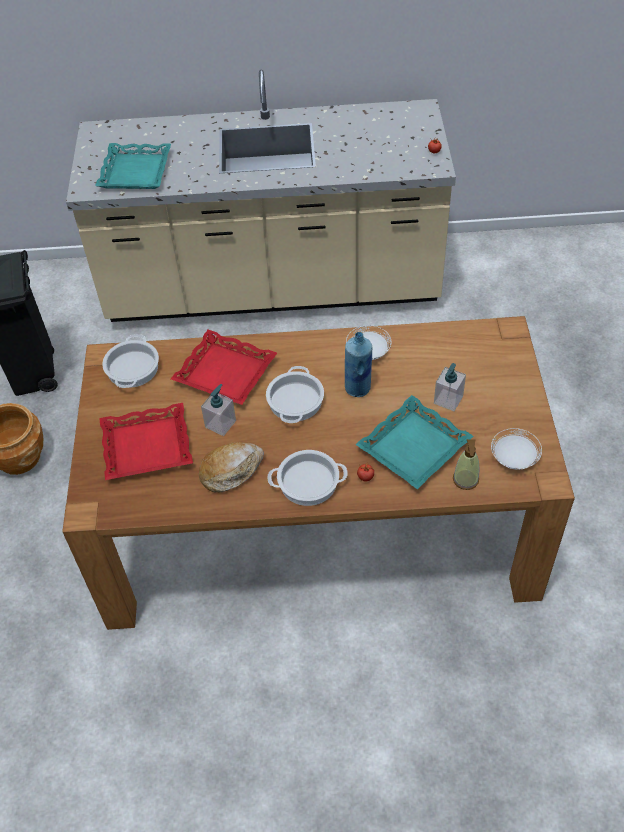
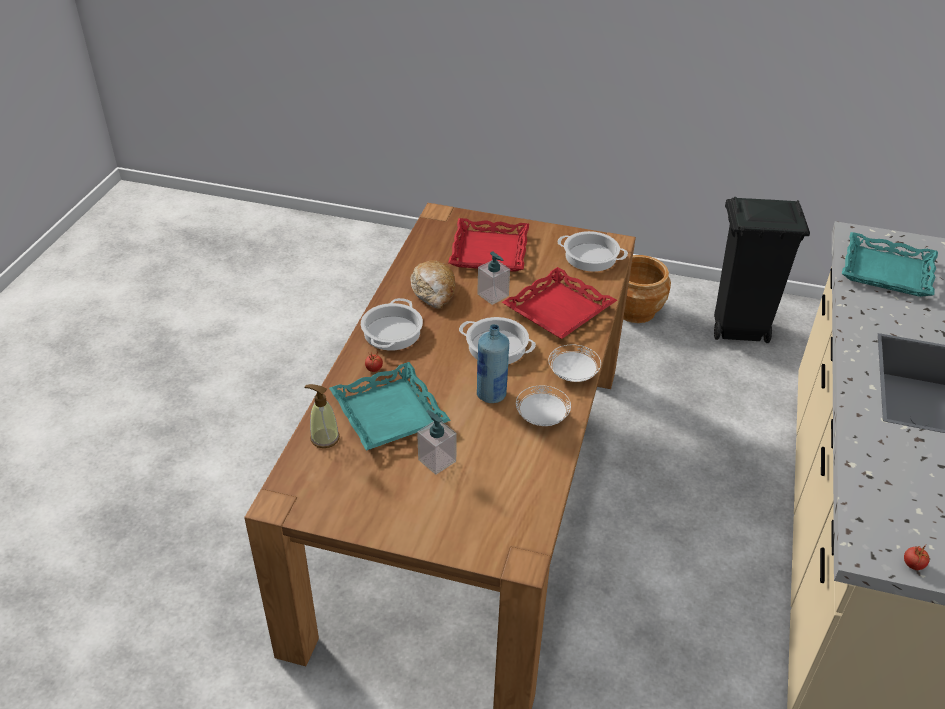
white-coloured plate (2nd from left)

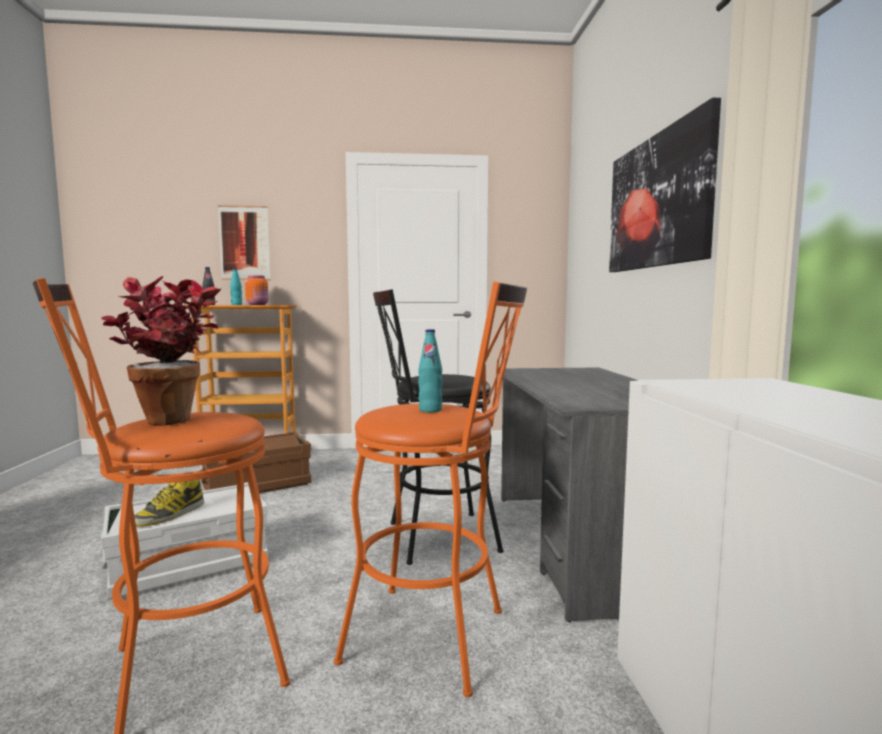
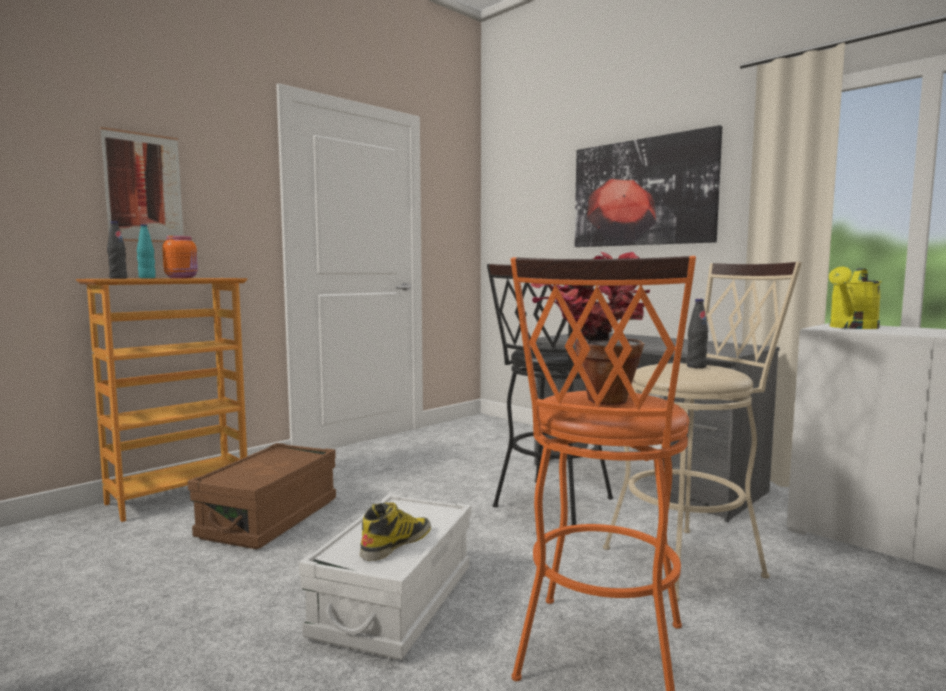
boot; beige sitting stool; blackish beverage bottle (2nd from left); yellow watering pot

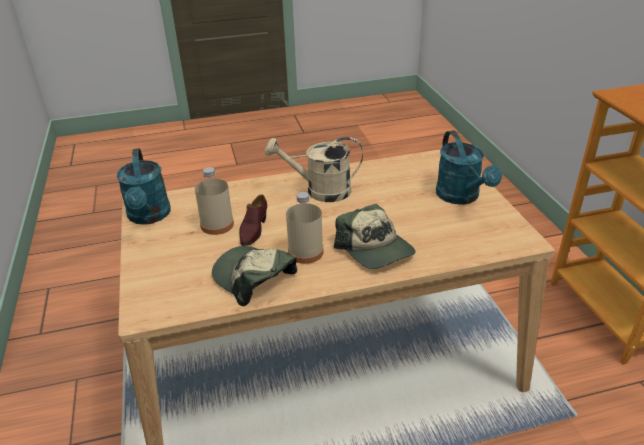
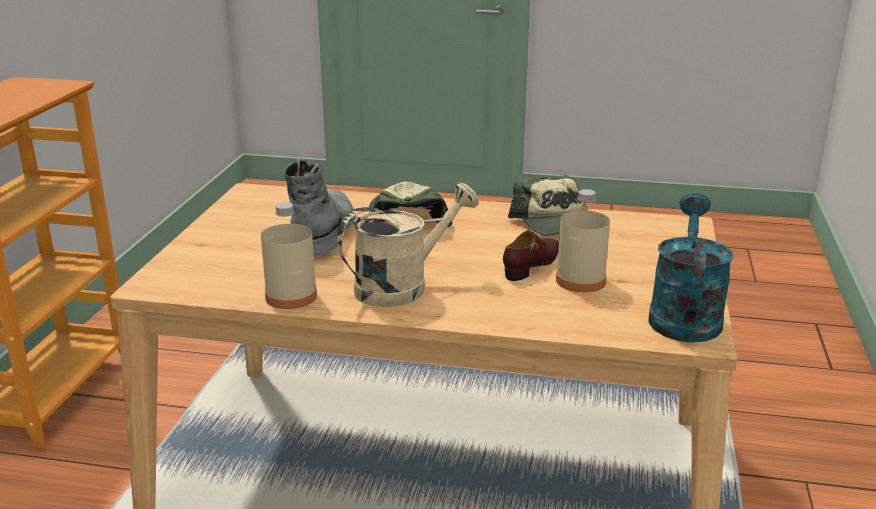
beige watering pot; beige beverage bottle (1st from left); turquoise watering pot (2nd from left in the first image); grey boot

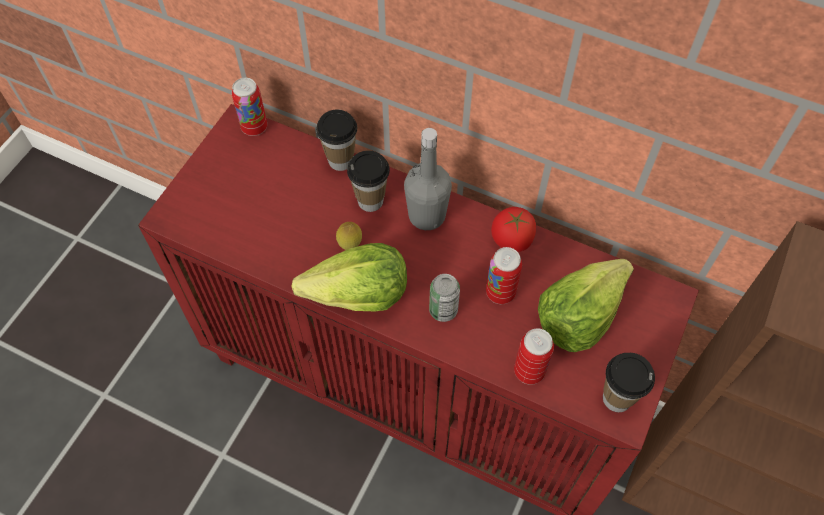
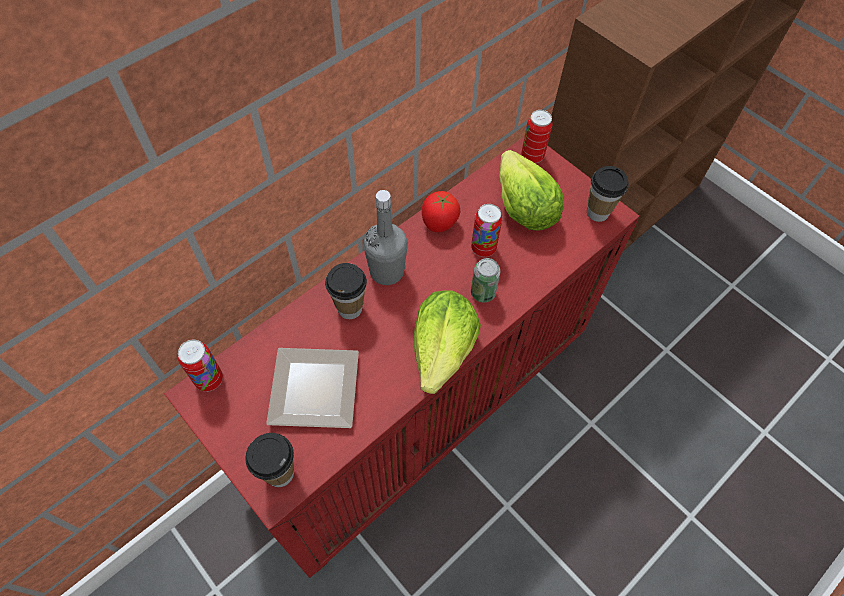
small cup (1st from left); whole lemon; sealed can (4th from left); plate

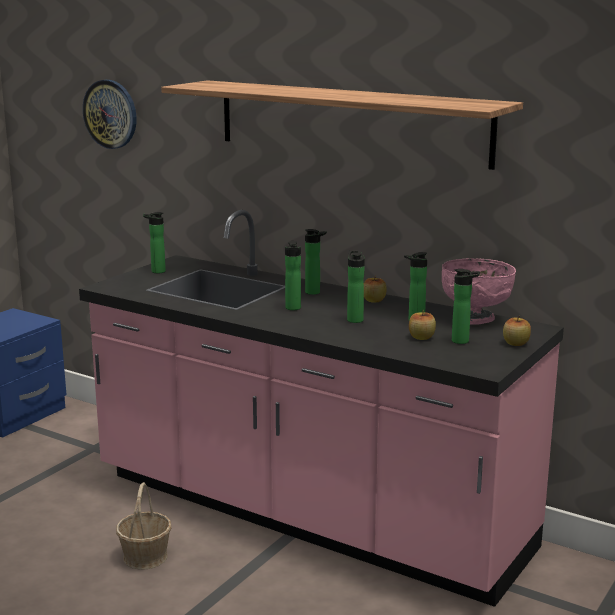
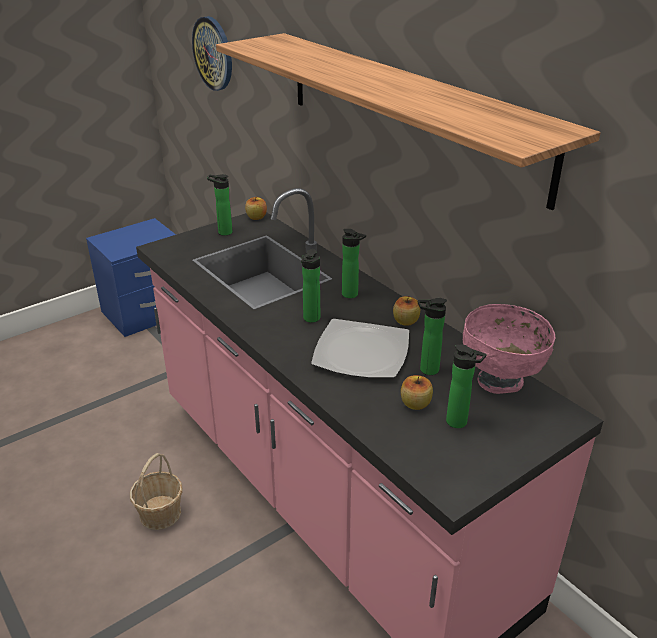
plate; whole apple (1st from left)

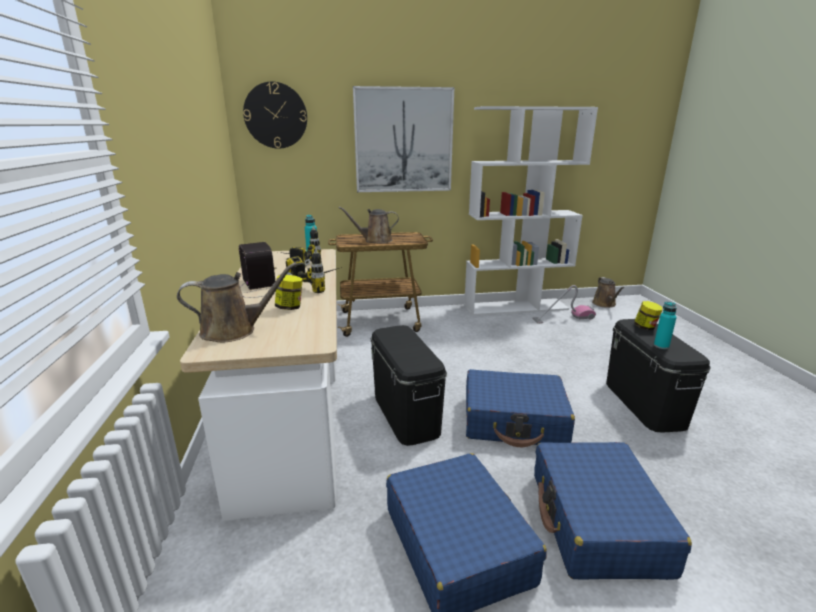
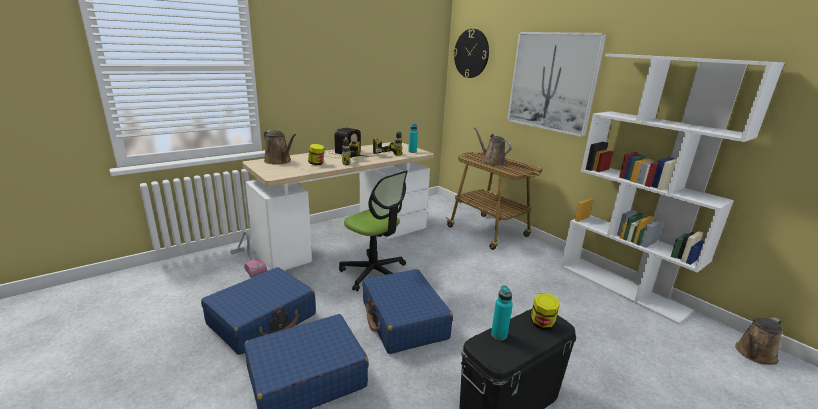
computer chair; hoover

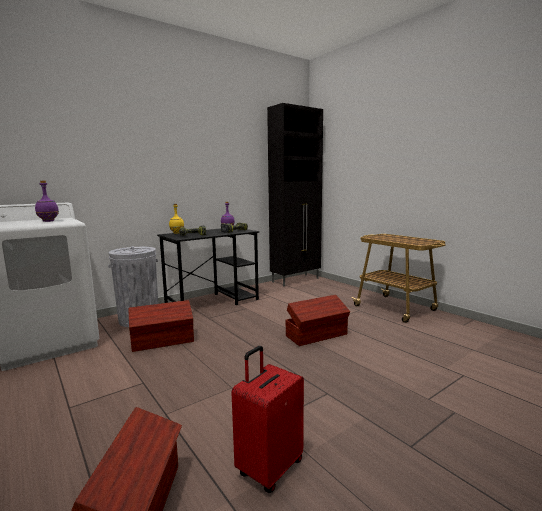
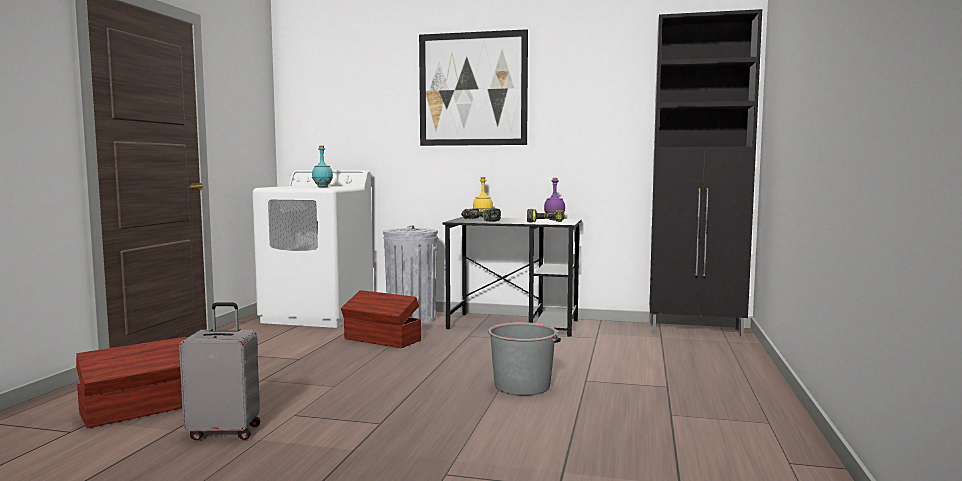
turquoise beverage bottle; grey suitcase; grey bucket; wheeled cart; picture

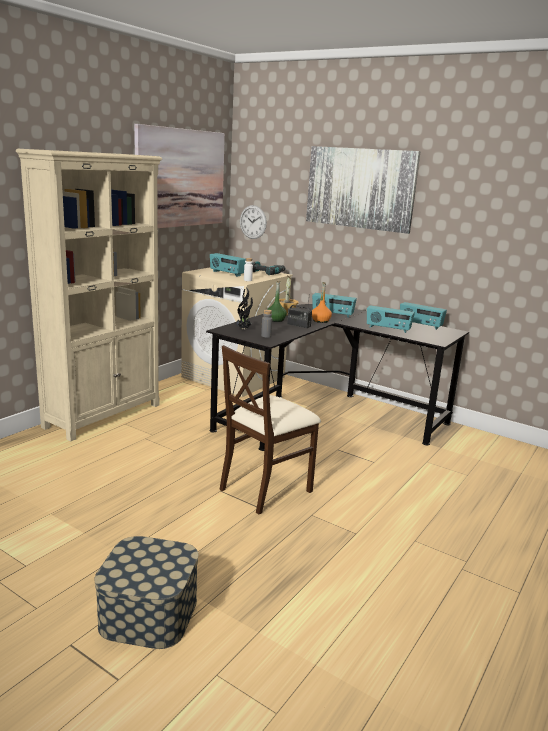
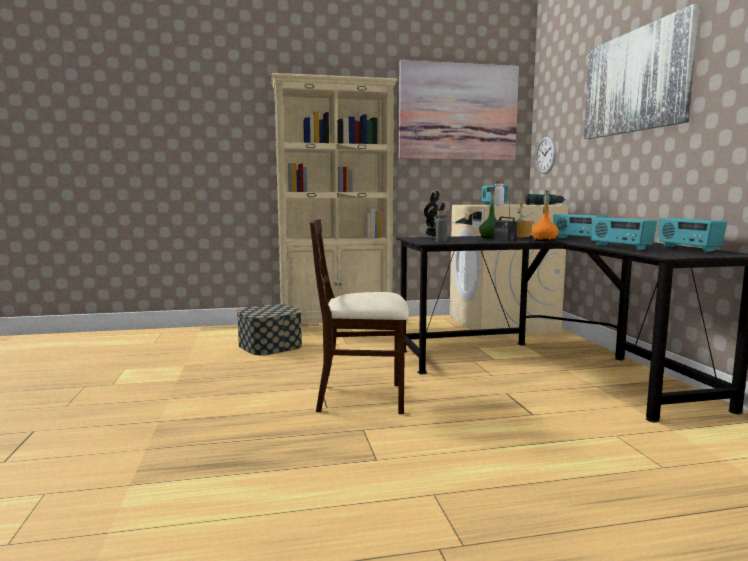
storage box

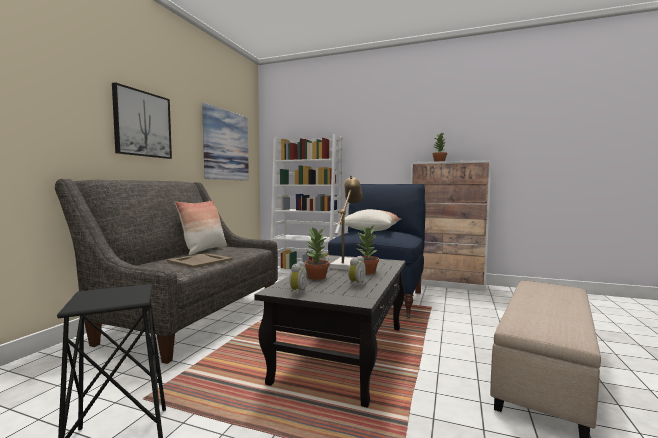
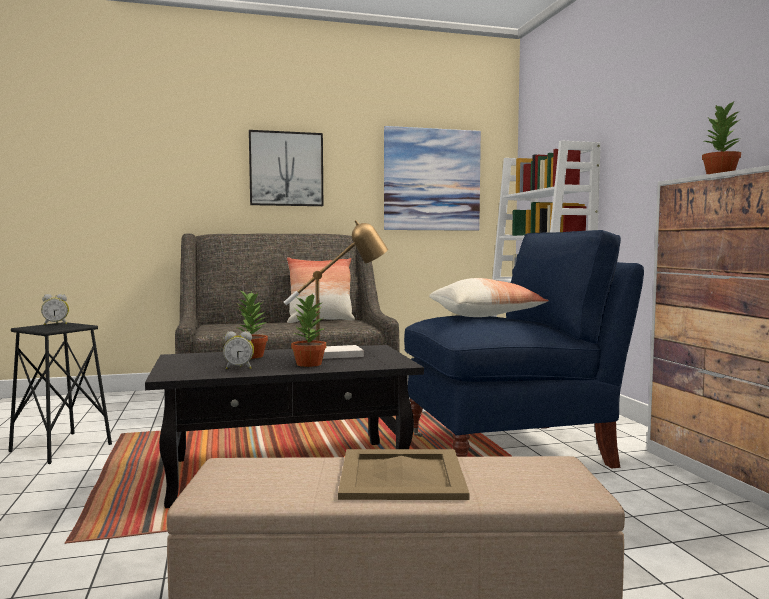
beige carrying tray; bedside clock (1st from left)

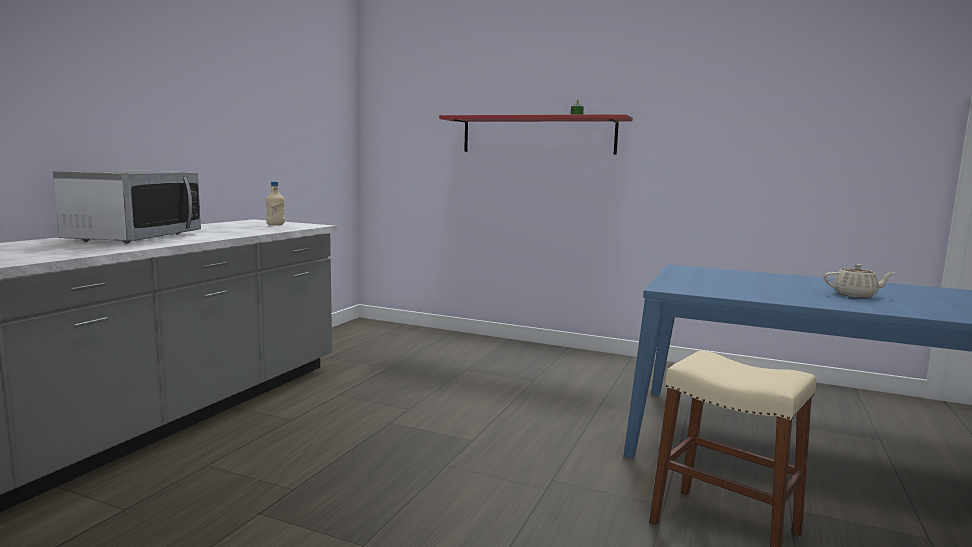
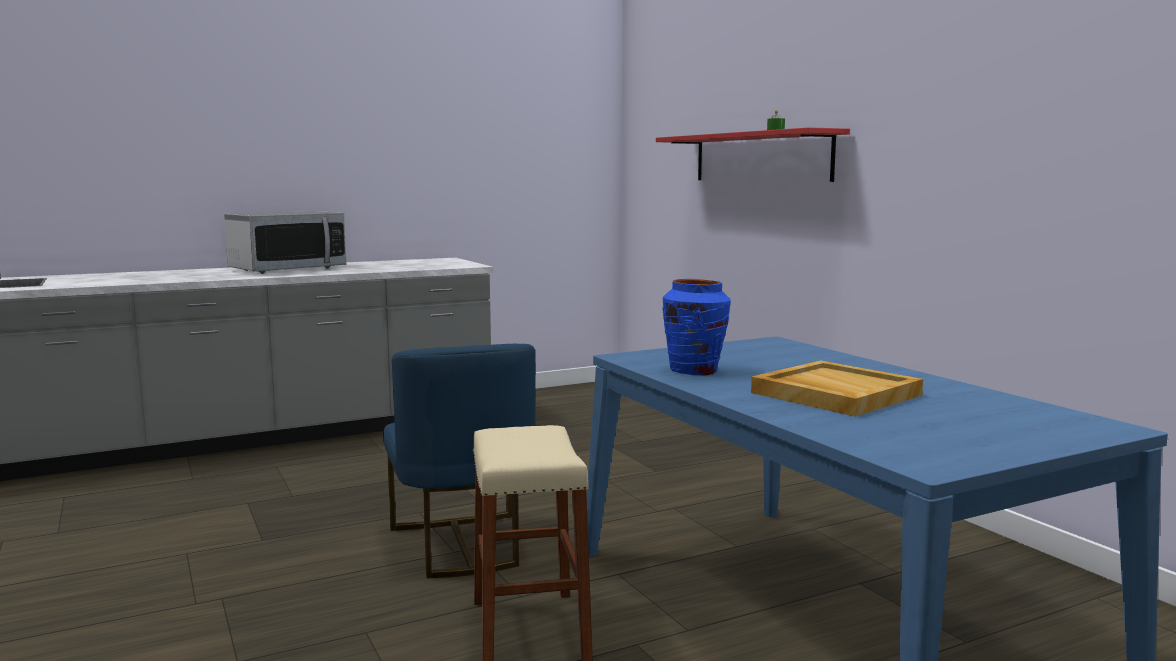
beige beverage bottle; beige carrying tray; blue upright chair; blue vase

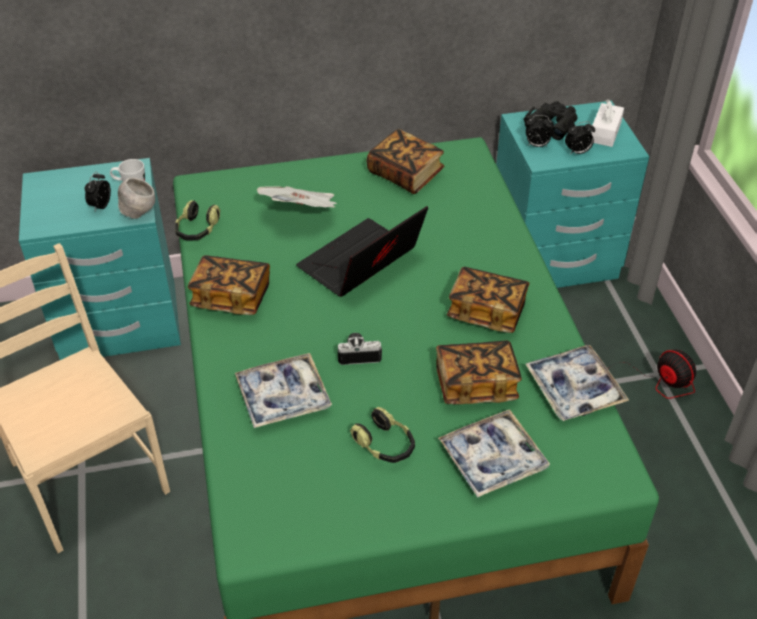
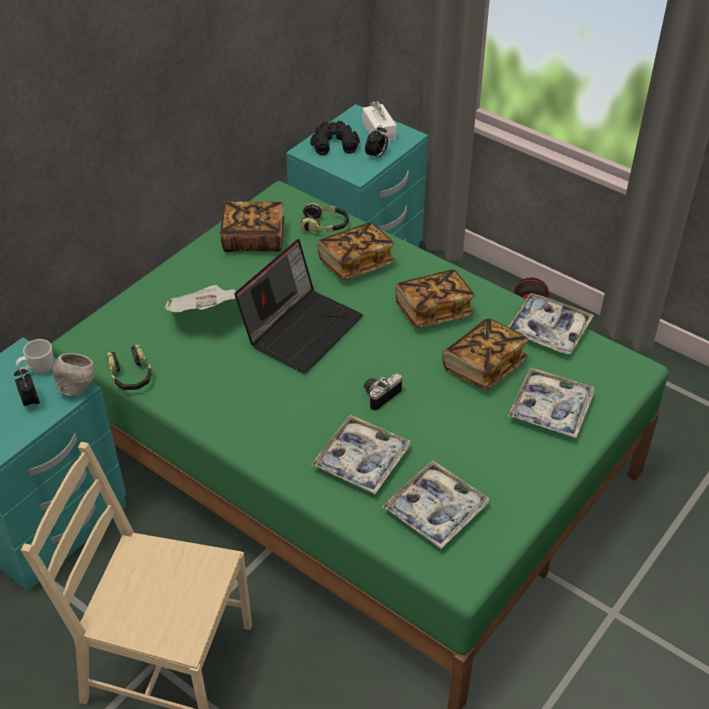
book (2nd from left); laptop; headset (2nd from left); bedside clock (2nd from left in the first image); carrying tray (2nd from left)

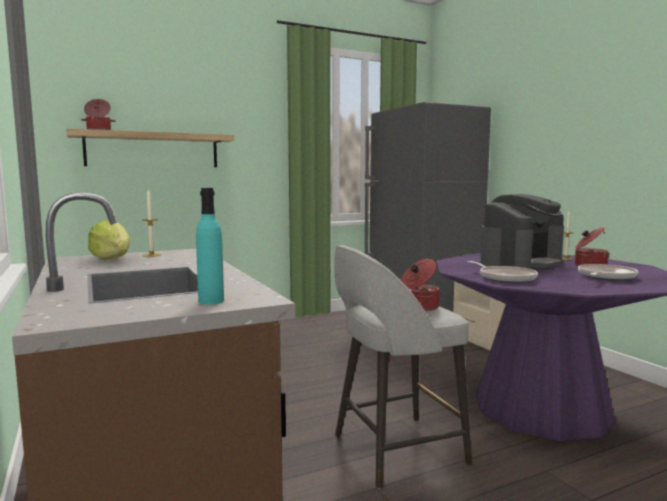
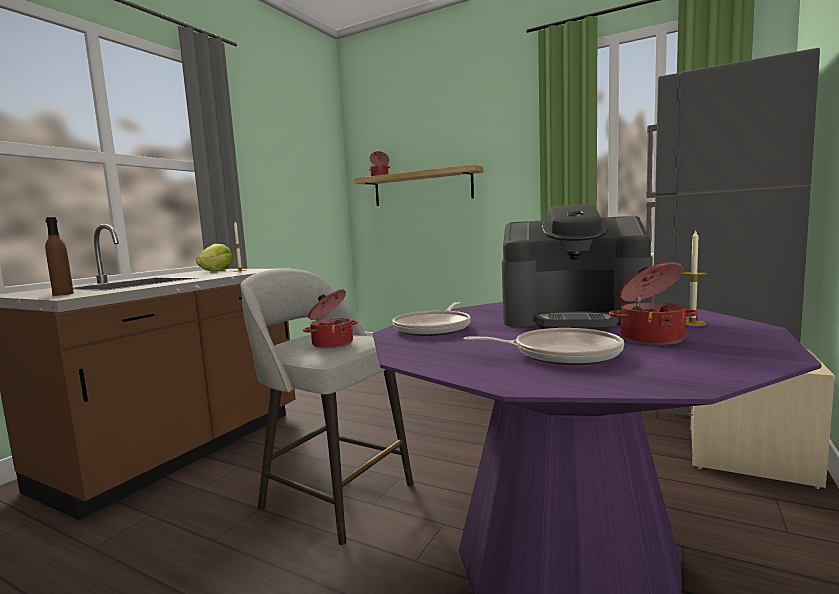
brown beverage bottle

